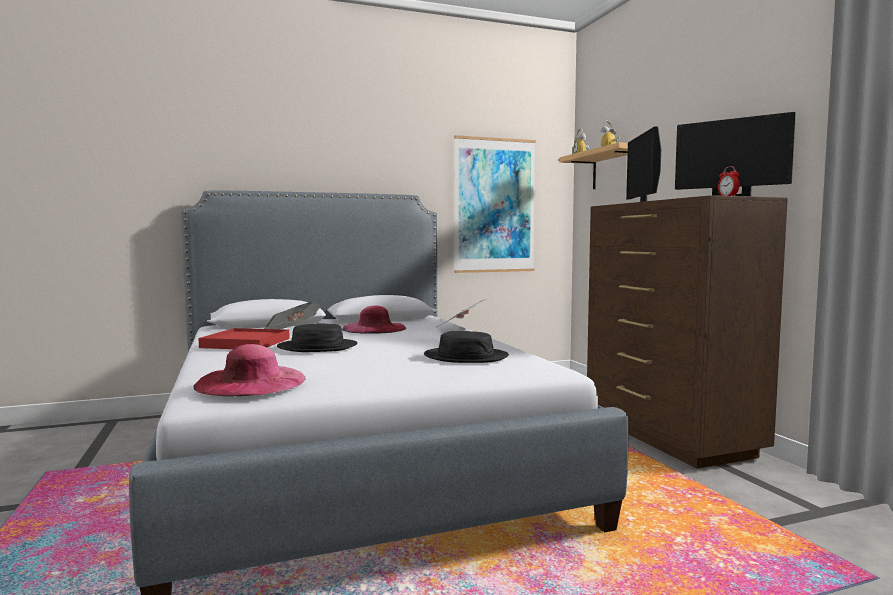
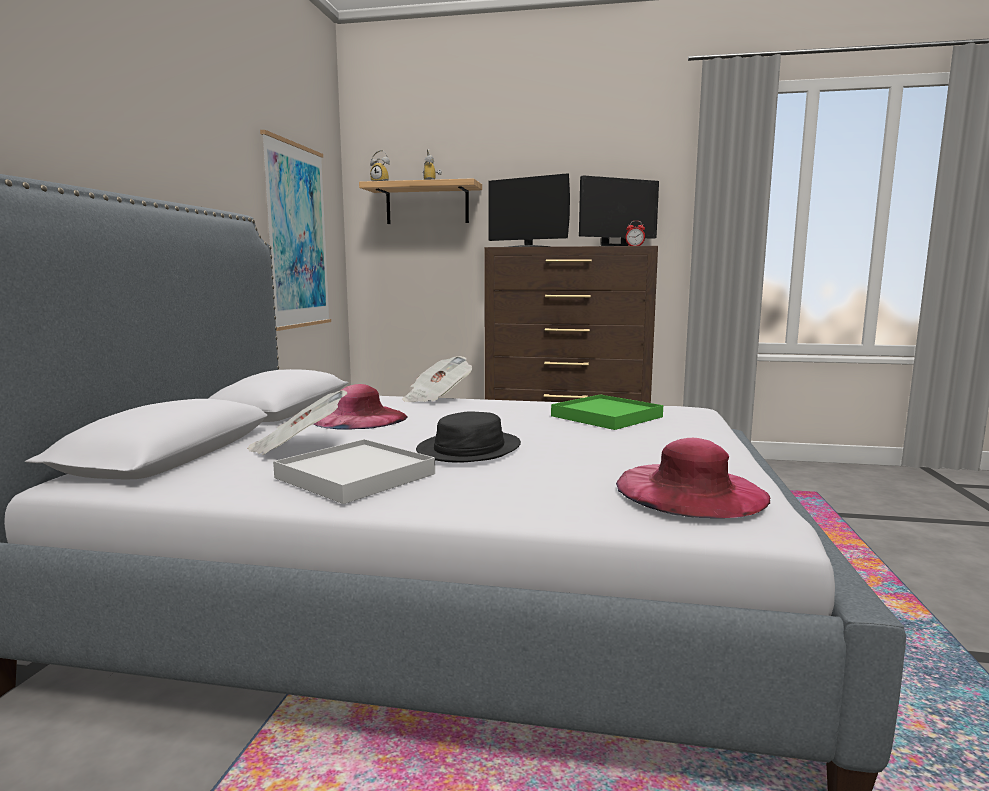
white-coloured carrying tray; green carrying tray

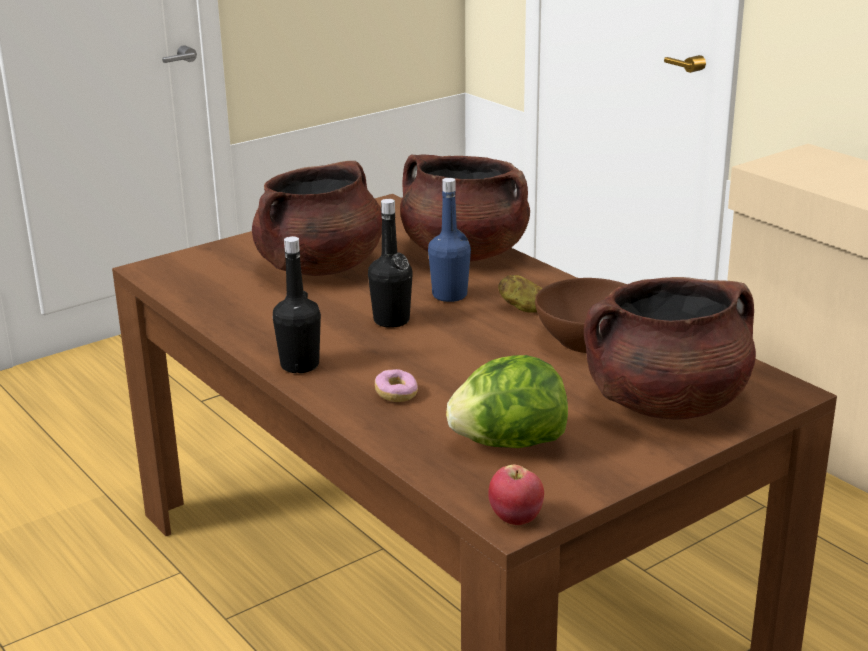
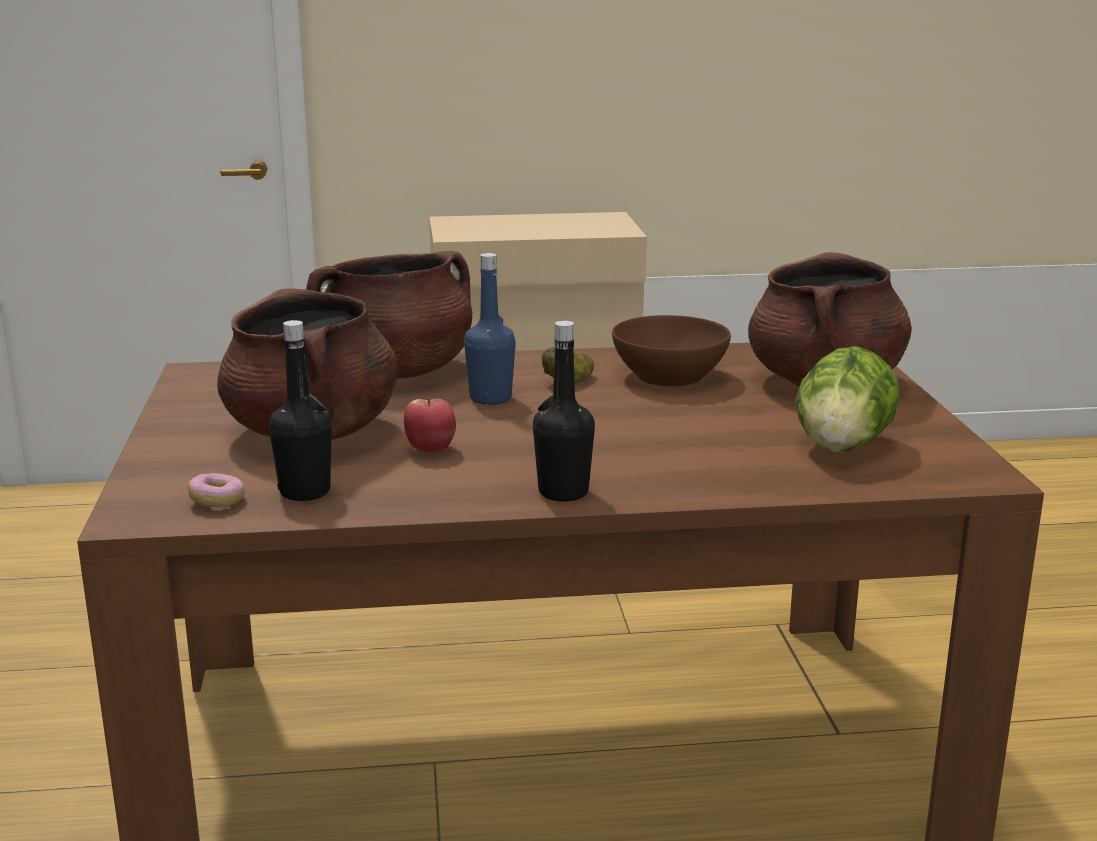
blackish beverage bottle (1st from left); ring doughnut; whole apple

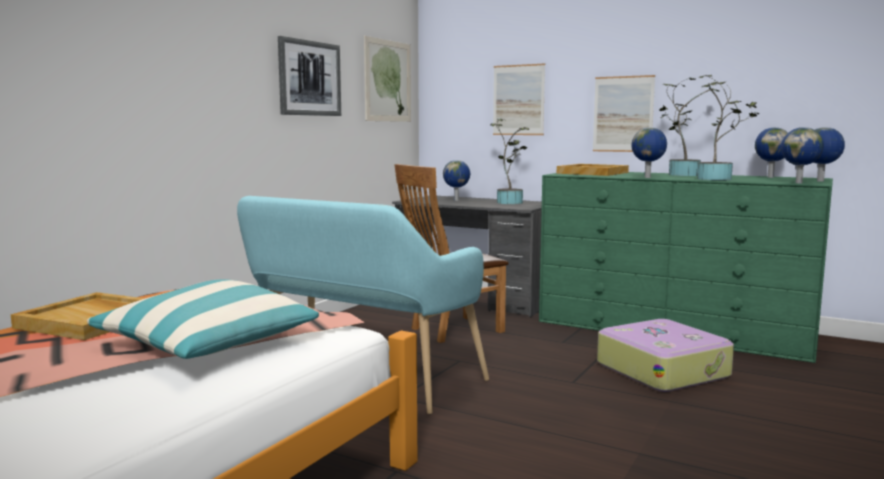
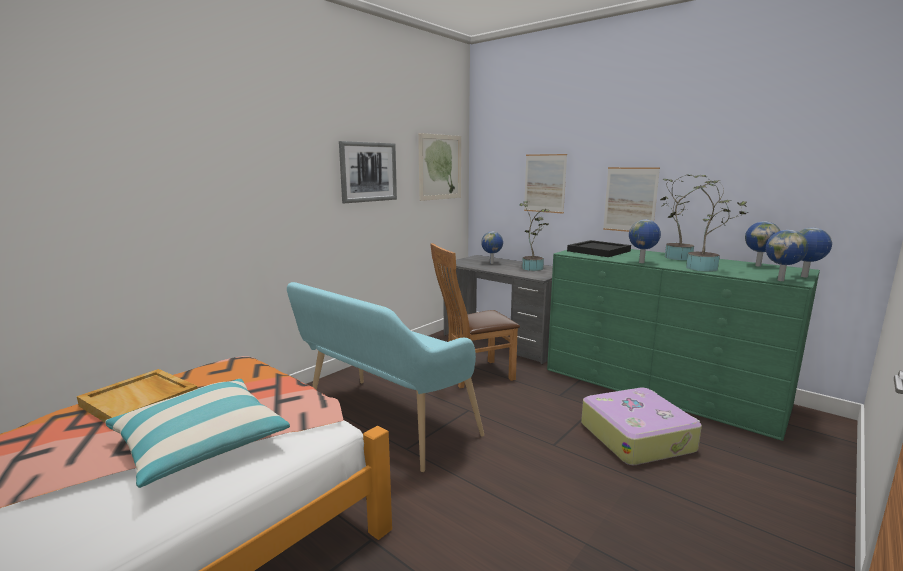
blackish carrying tray

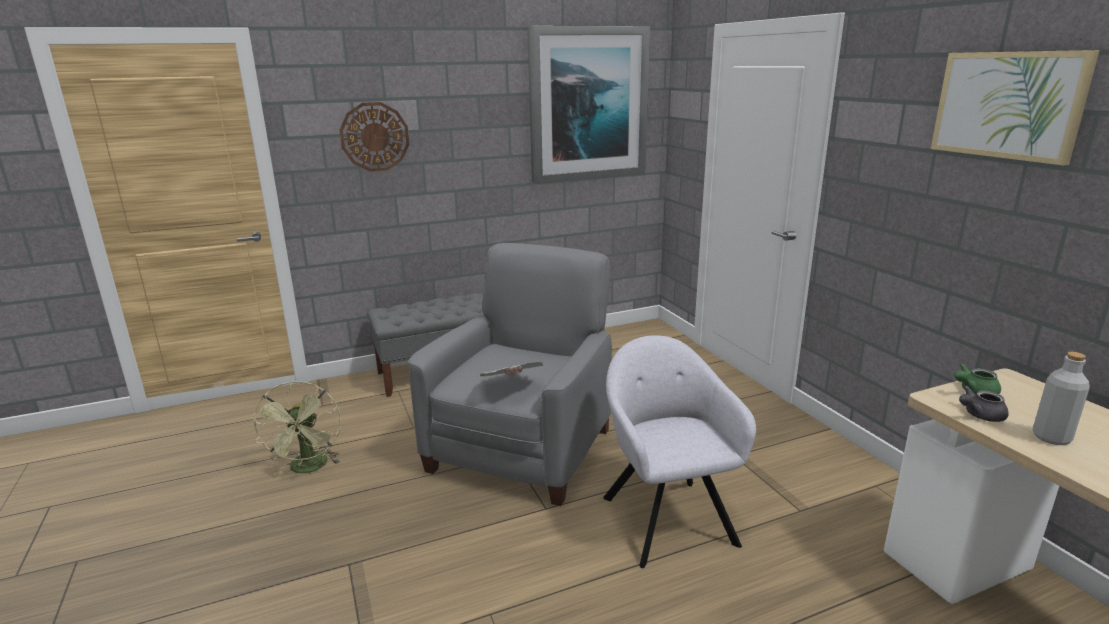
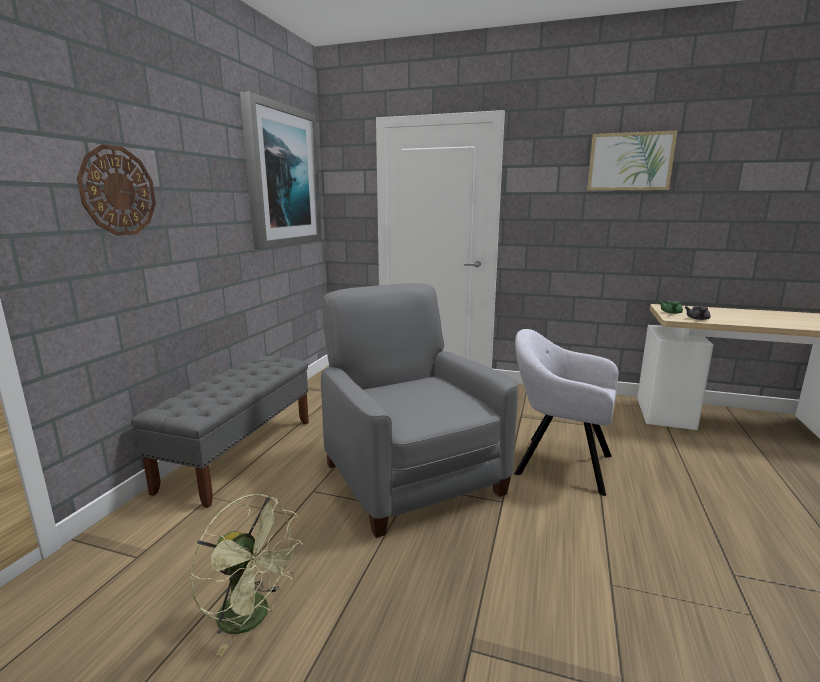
daily paper; grey beverage bottle

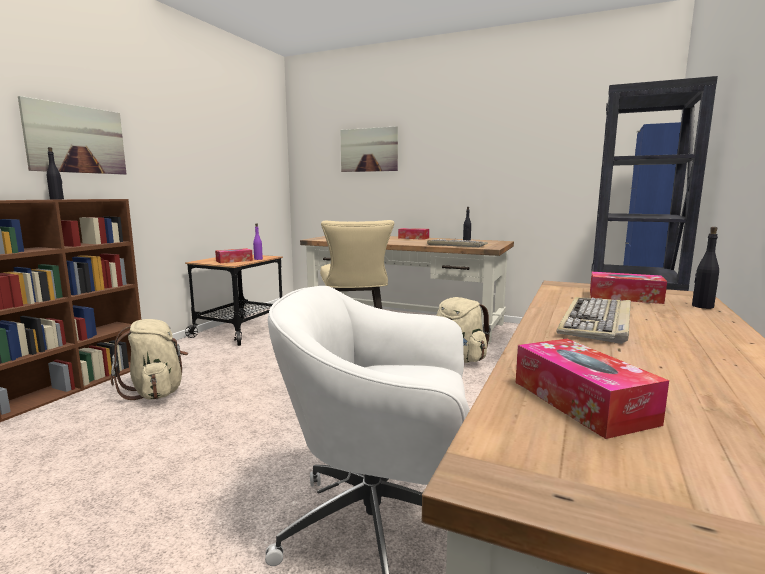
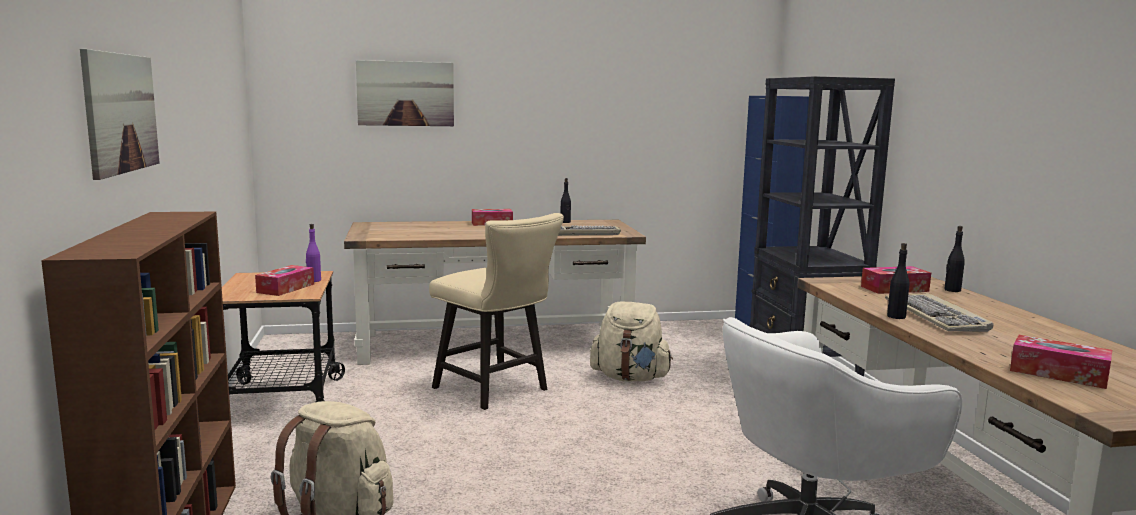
blackish beverage bottle (2nd from left)

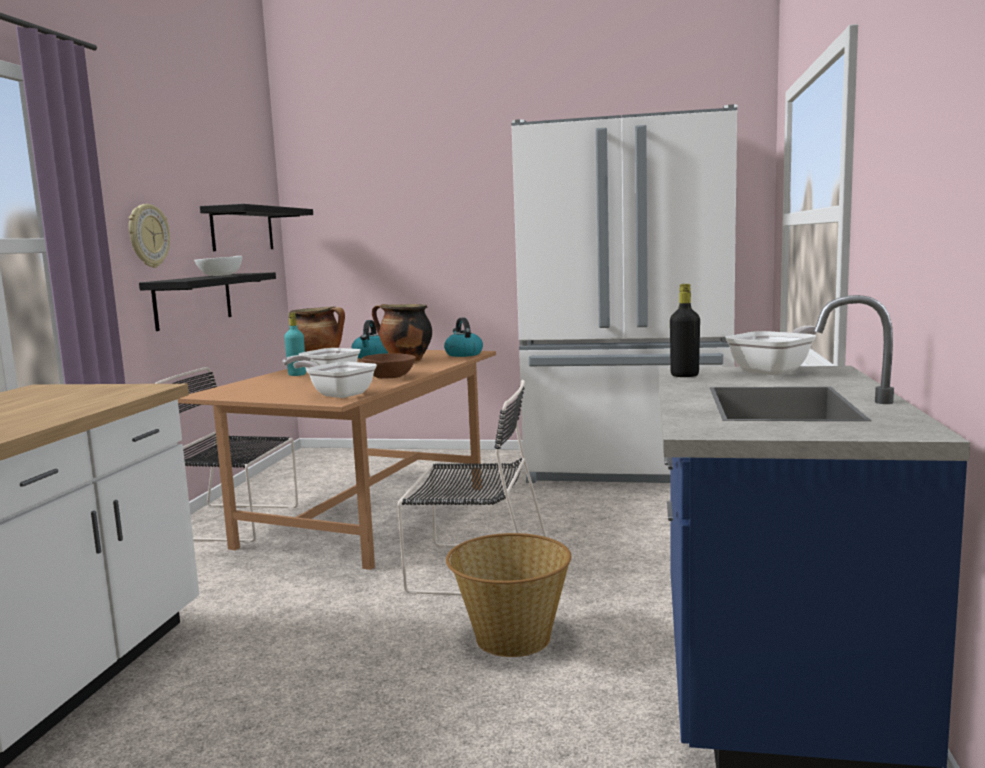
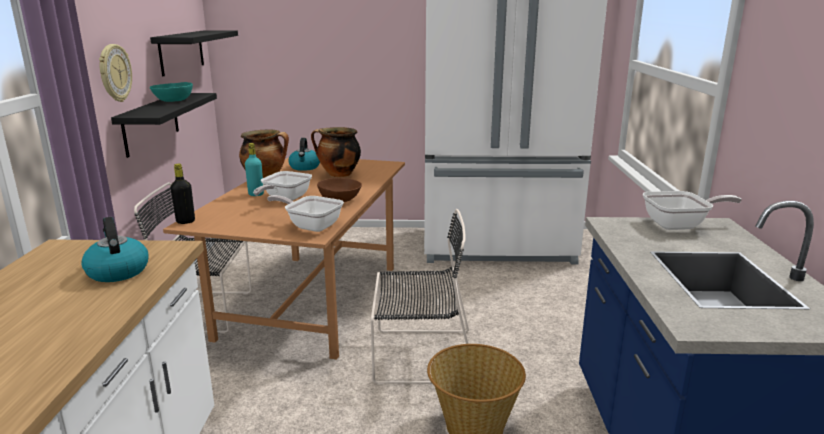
turquoise deep dish; water kettle (1st from left); blackish beverage bottle; frying pan (3rd from left)

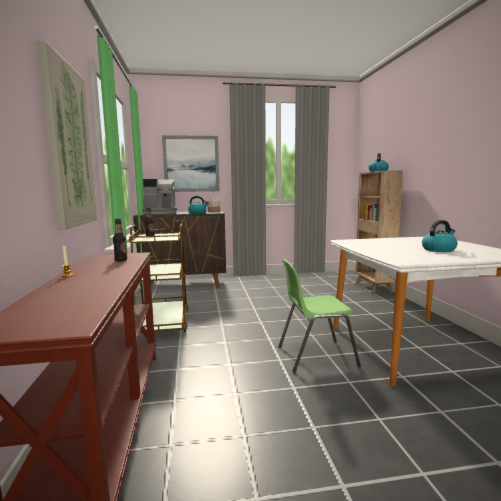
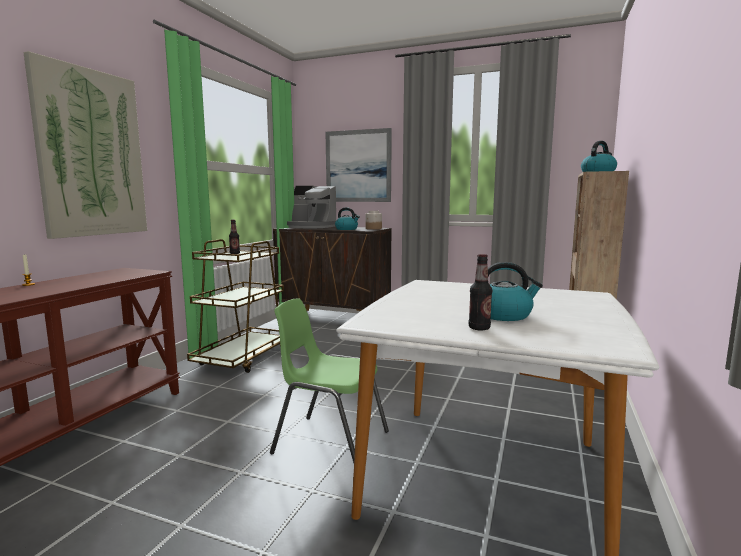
beverage bottle (2nd from left)

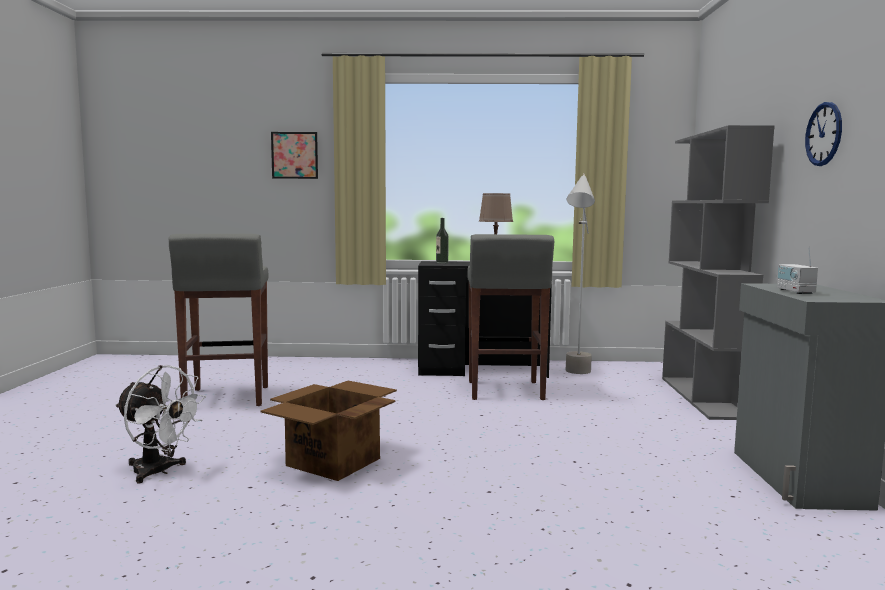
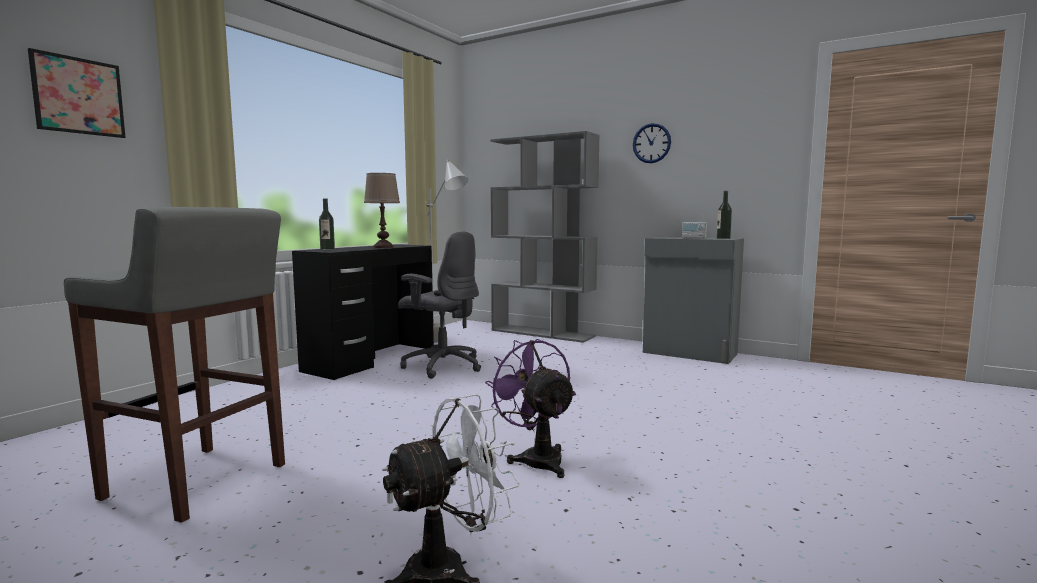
purplish fan; grey computer chair; beverage bottle (2nd from left)

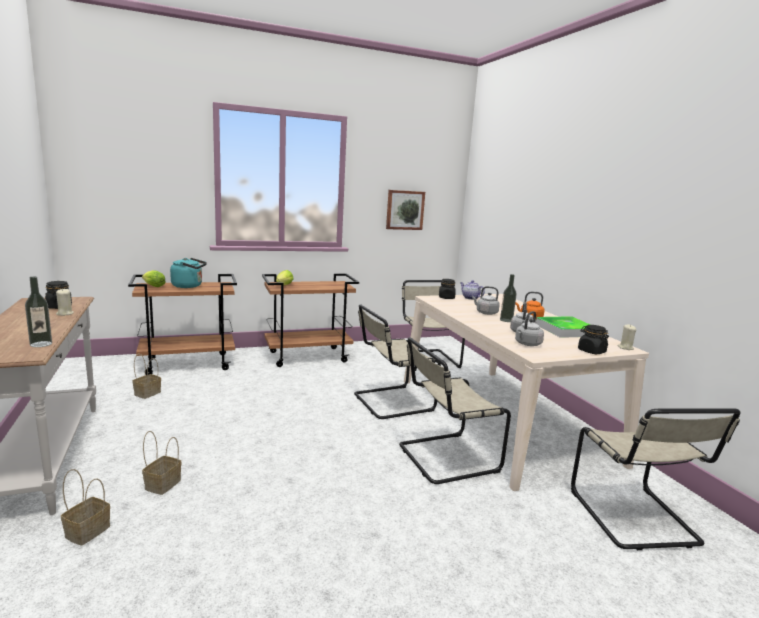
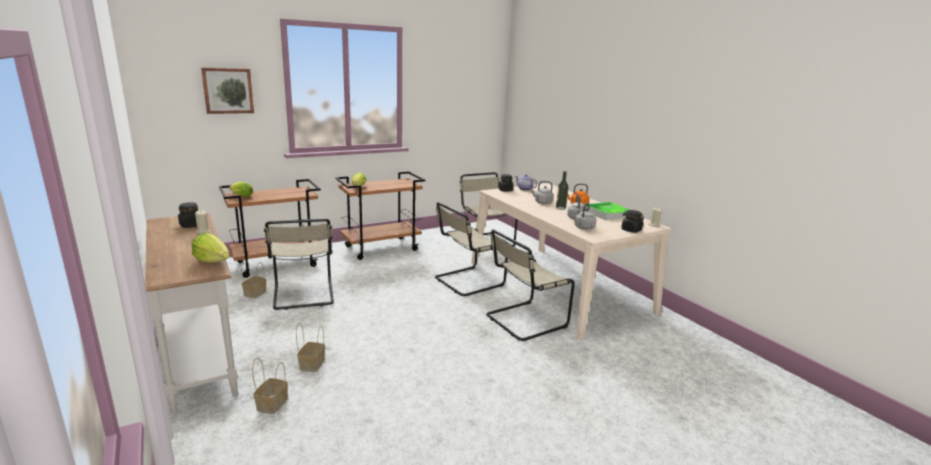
head of lettuce (1st from left); turquoise water kettle; picture; beige upright chair (1st from left)

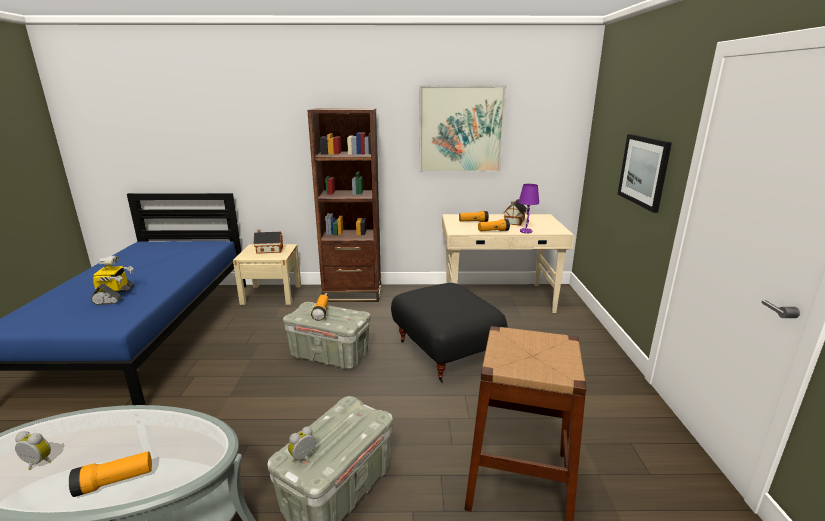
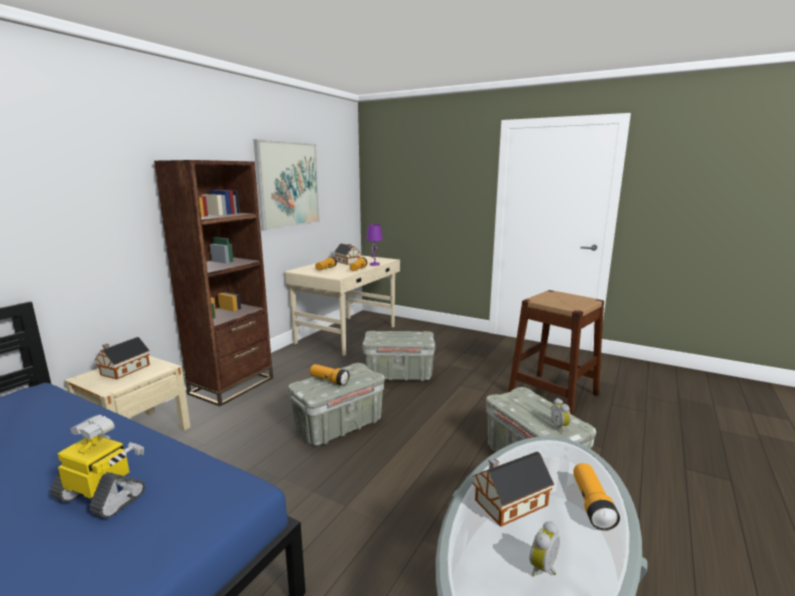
grey storage box (2nd from left); picture (2nd from left in the first image); model house (3rd from left)

